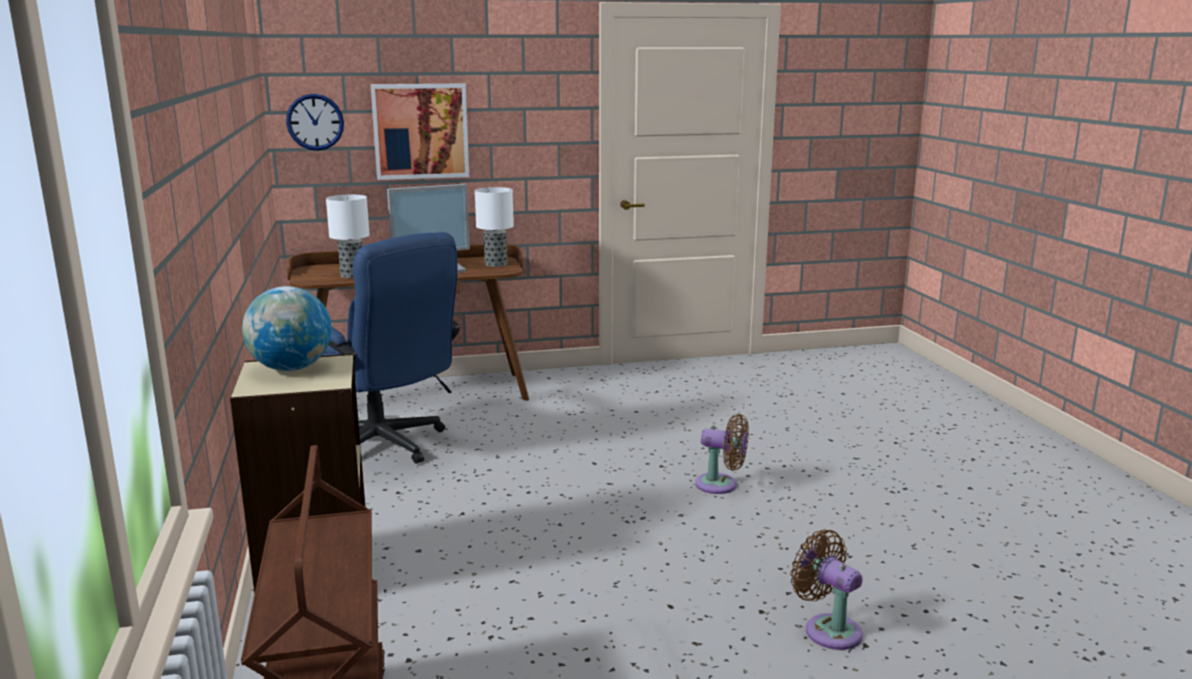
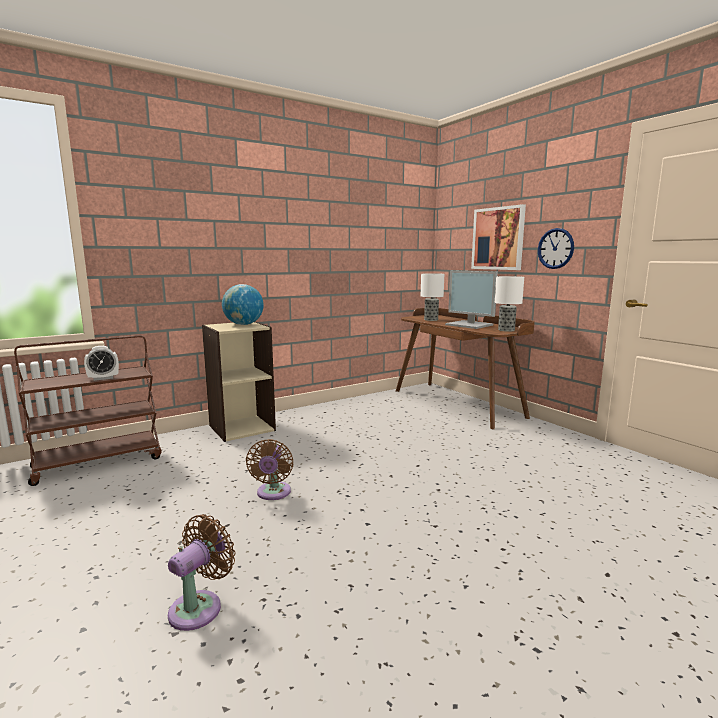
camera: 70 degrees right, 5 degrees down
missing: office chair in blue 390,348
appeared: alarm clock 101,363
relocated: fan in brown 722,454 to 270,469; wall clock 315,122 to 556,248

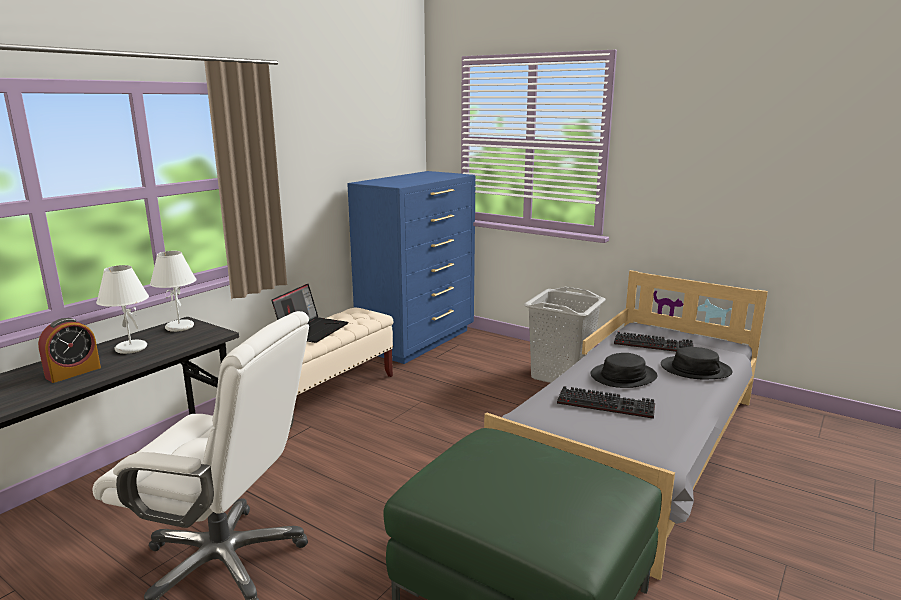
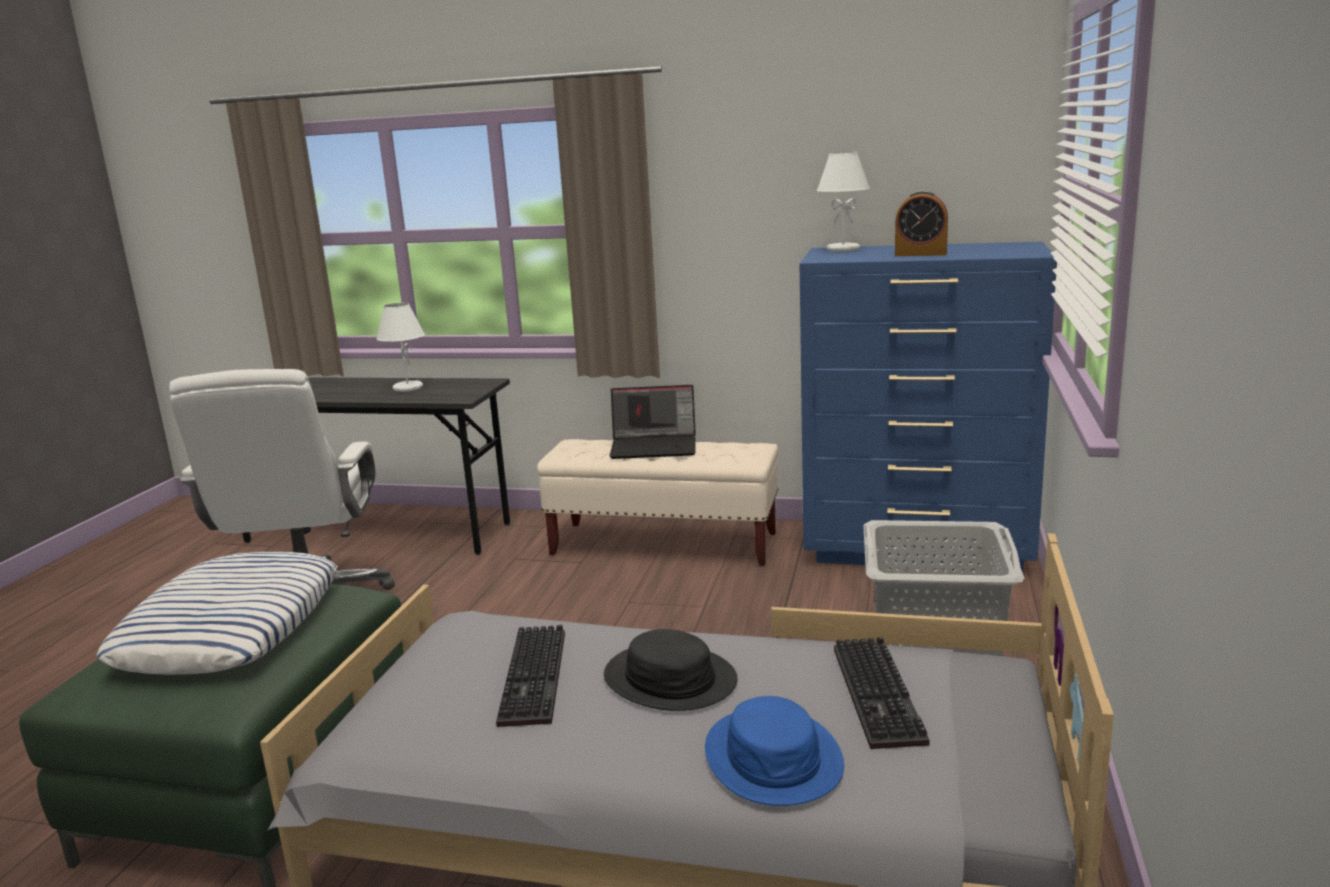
camera: 70 degrees right, 0 degrees up
appeared: pillow 216,613
relocated: table lamp in white 173,291 to 843,202; alarm clock 69,350 to 921,223
colour: hat in black 696,363 to hat in blue 774,751

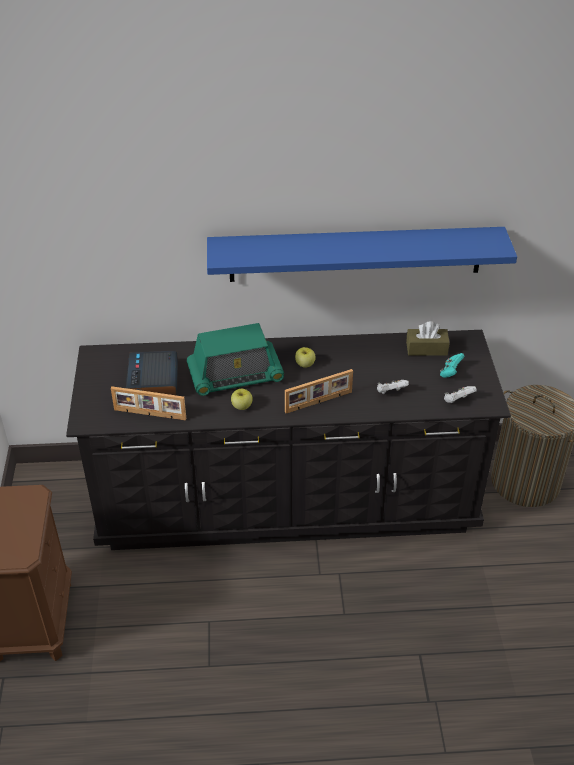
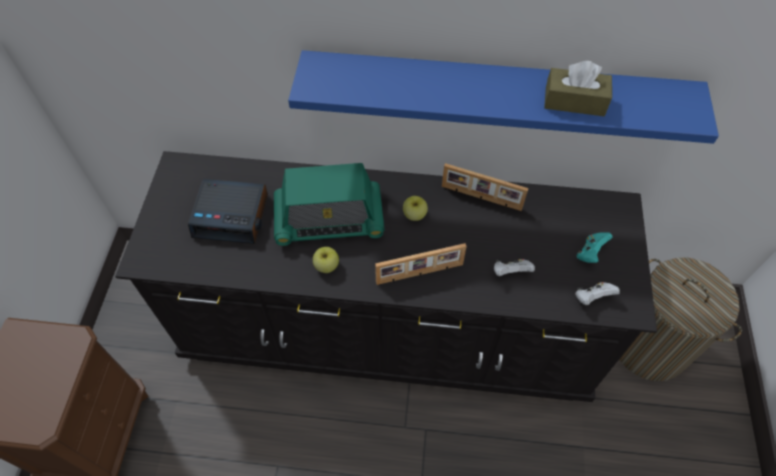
camera: 10 degrees right, 15 degrees up
relocated: picture frame 148,403 to 485,187; tissue box in brown 428,338 to 578,88
spun: alarm clock 152,373 = 228,211 90 degrees counterclockwise

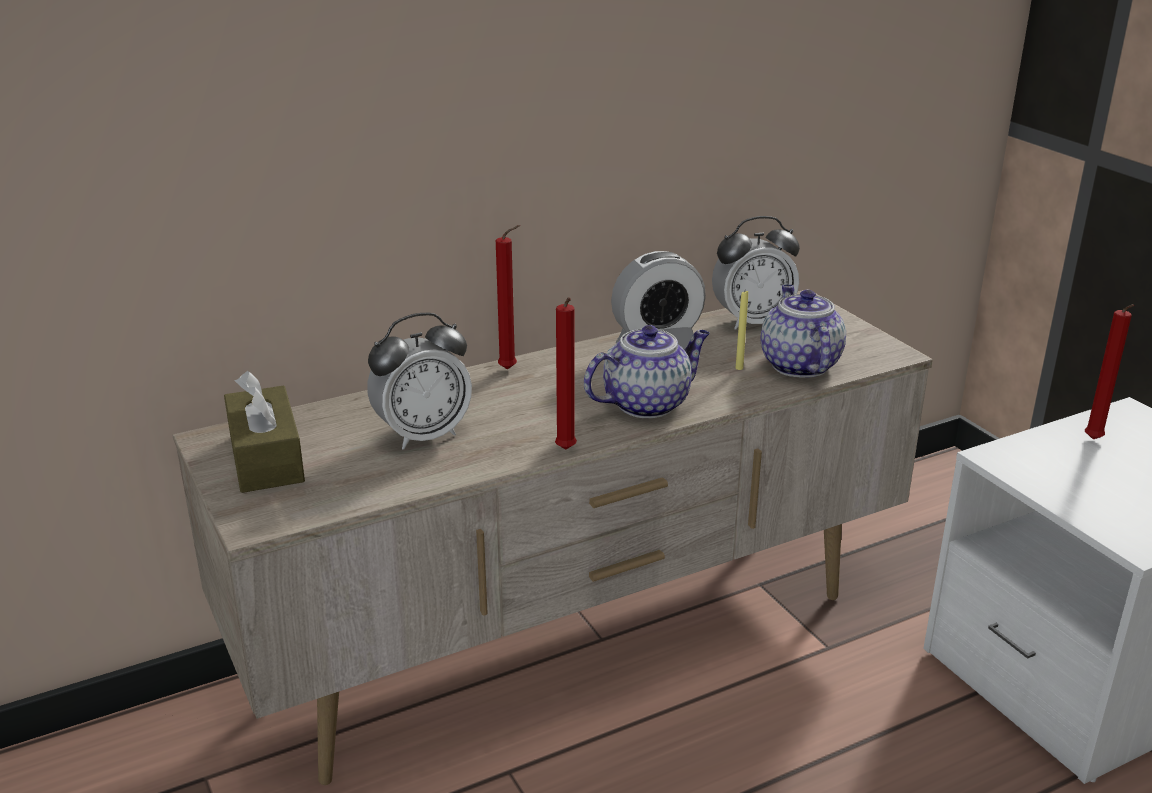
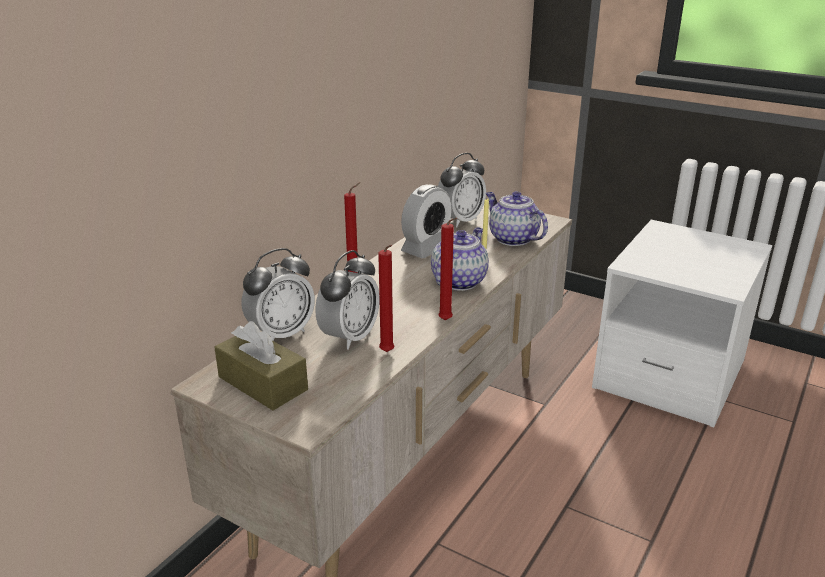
camera: 30 degrees left, 0 degrees up
appeared: alarm clock 278,294
relocated: candle in red 1109,371 to 386,298

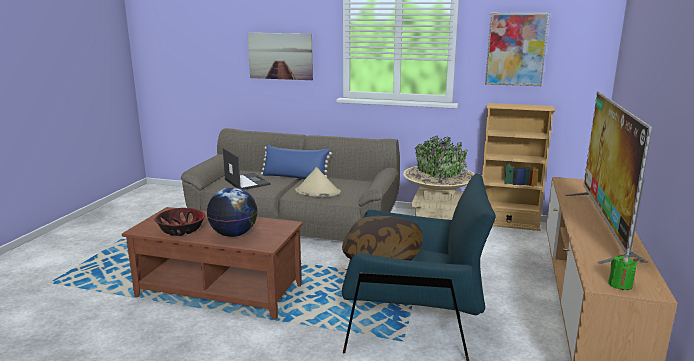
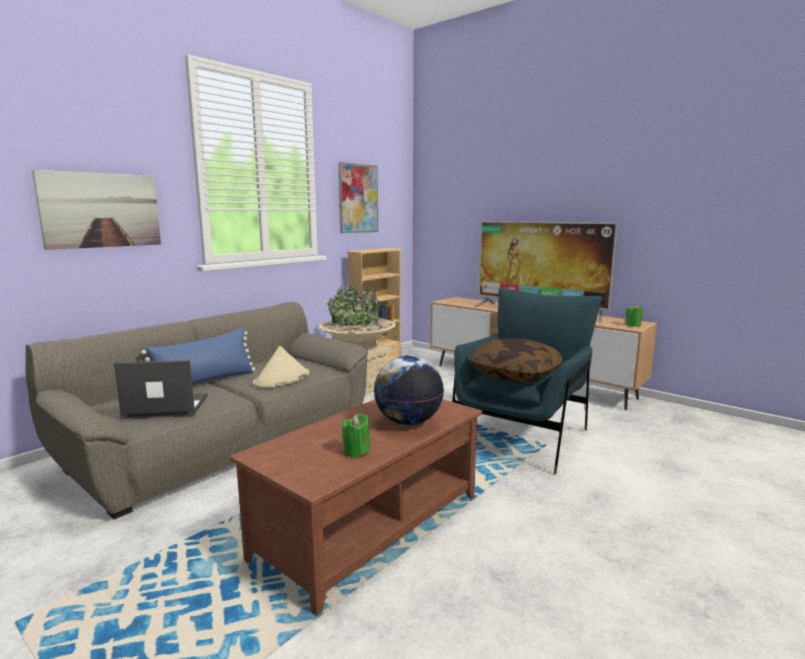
camera: 65 degrees left, 5 degrees down
exchanged: bowl 180,222 to candle in green 356,435

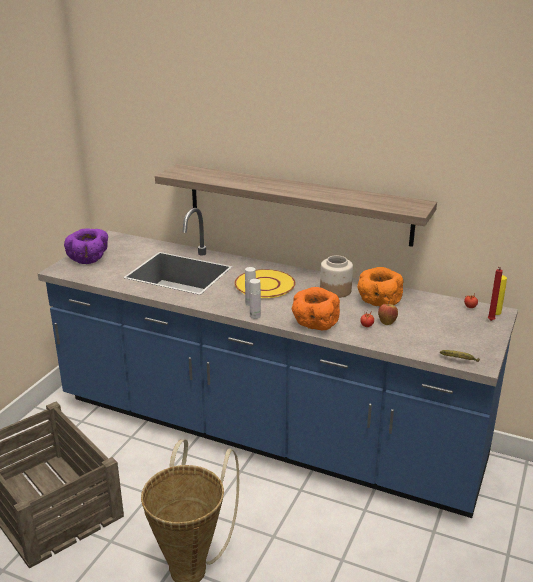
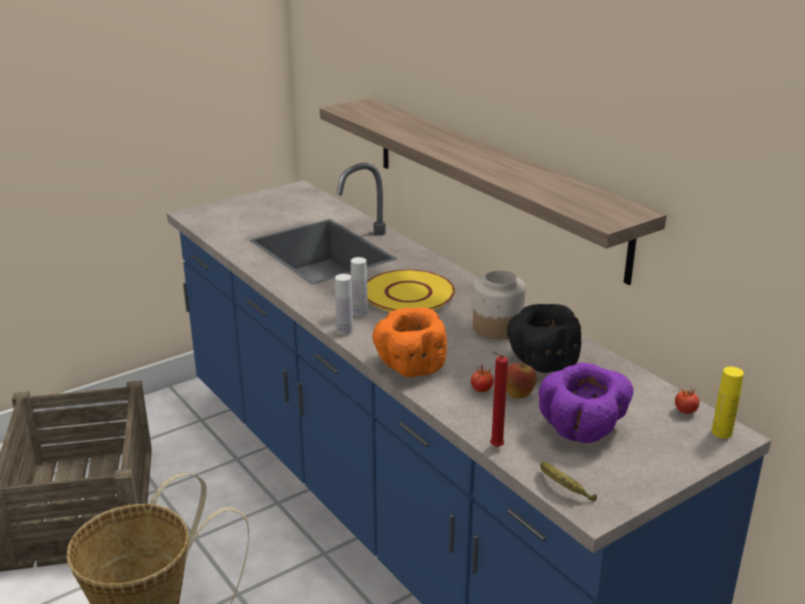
camera: 30 degrees right, 0 degrees up
relocated: candle in red 495,294 to 499,399; bowl in purple 86,246 to 585,403
colour: bowl in orange 380,286 to bowl in black 544,338

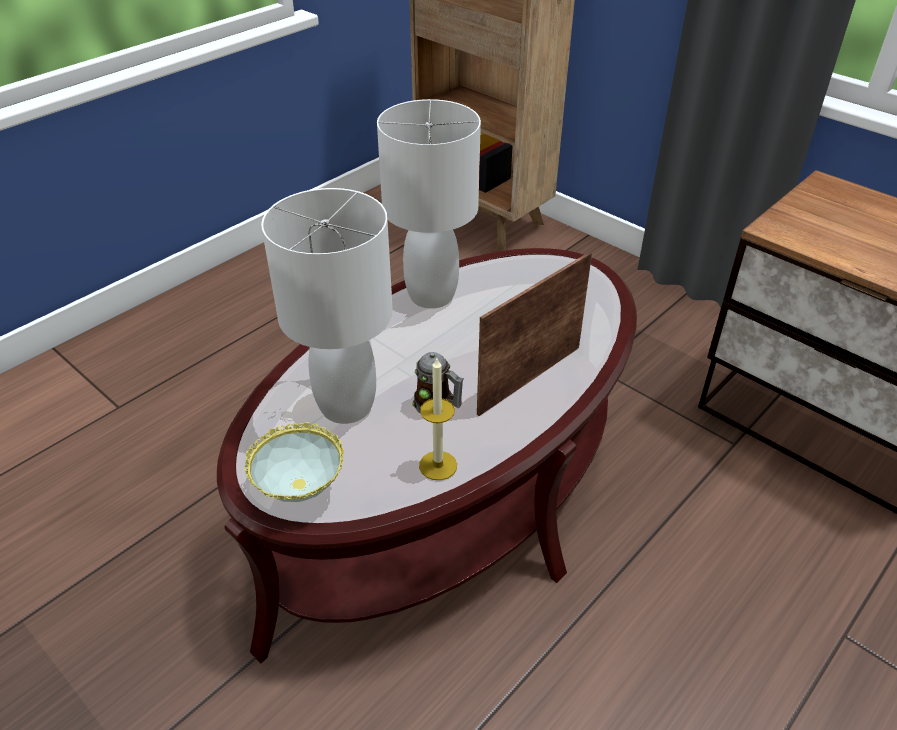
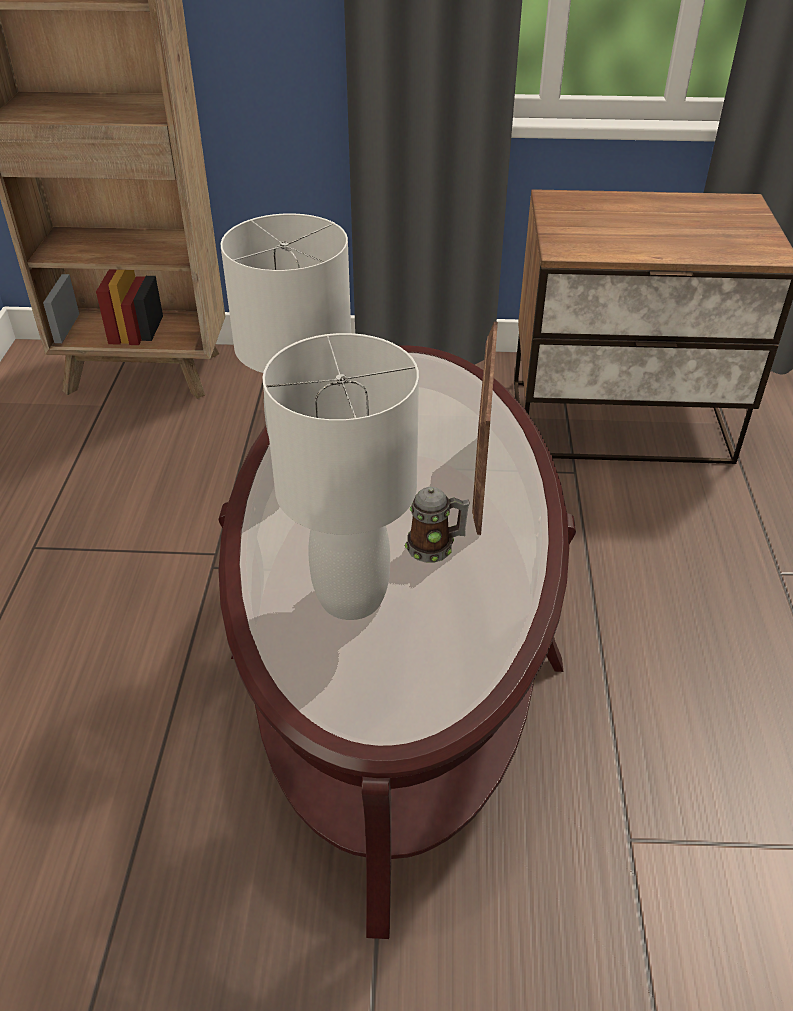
camera: 40 degrees left, 0 degrees up
missing: bowl 294,462; candle 438,419

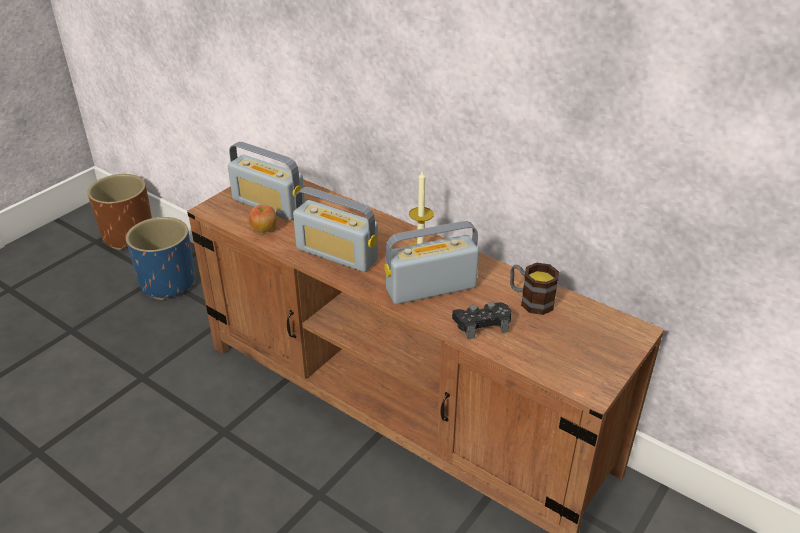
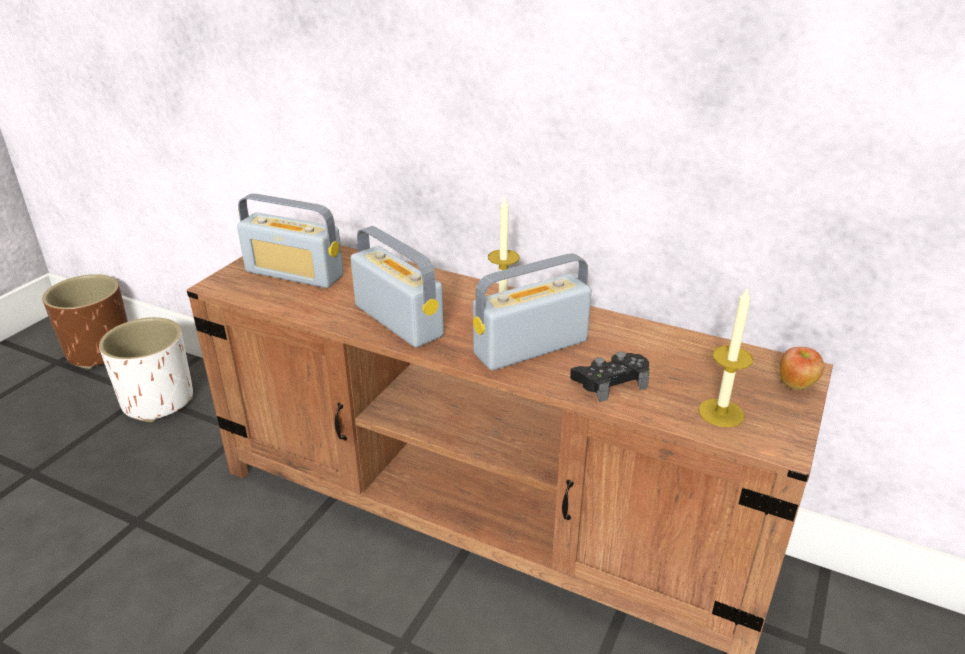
camera: 10 degrees left, 5 degrees down
missing: mug 534,289
appeared: candle 726,357
relocated: apple 263,219 to 801,368
colour: planter in blue 160,258 to planter in white 146,369
spun: radio 335,229 = 397,287 150 degrees counterclockwise

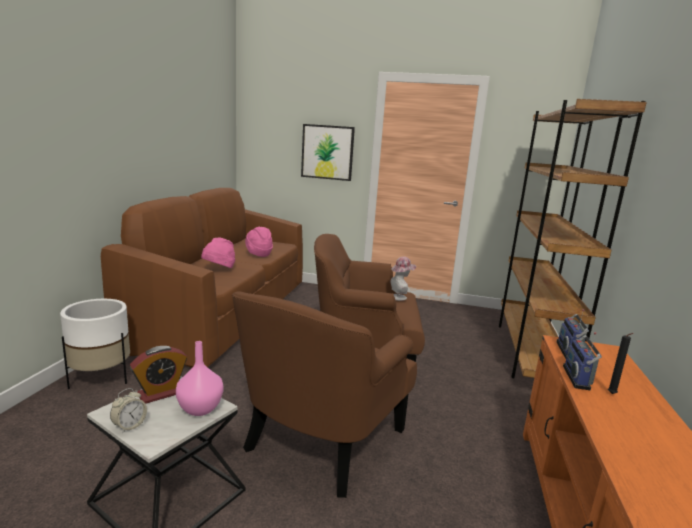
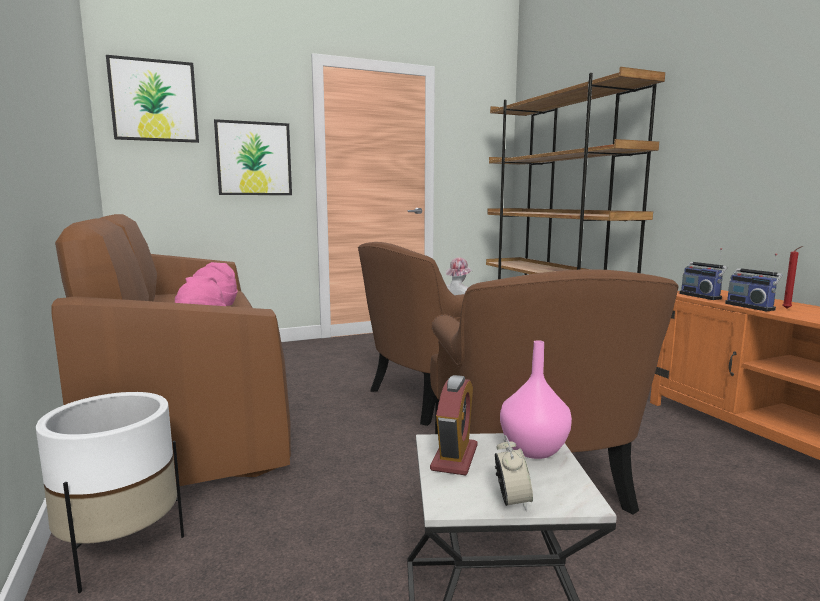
camera: 35 degrees left, 5 degrees down
appeared: picture 152,99
colour: candle in black 620,363 to candle in red 793,277

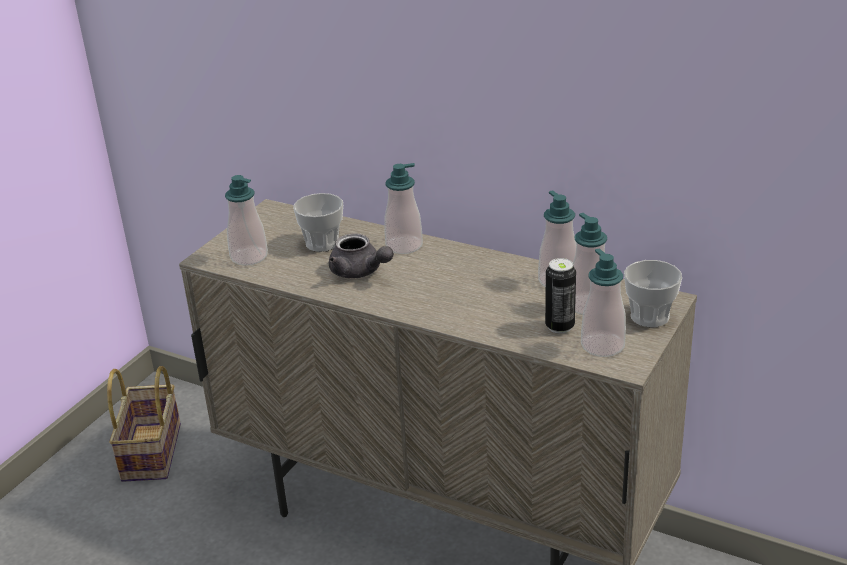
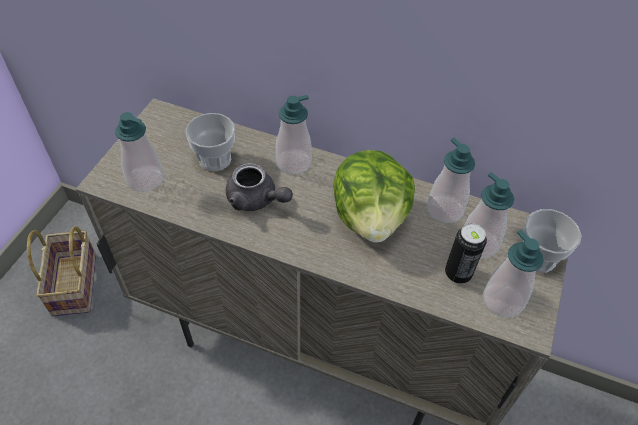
camera: 10 degrees left, 20 degrees up
appeared: lettuce 374,196

